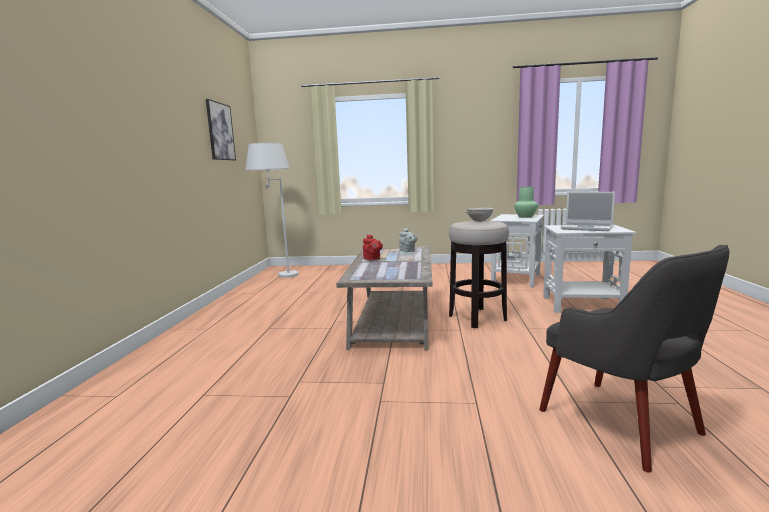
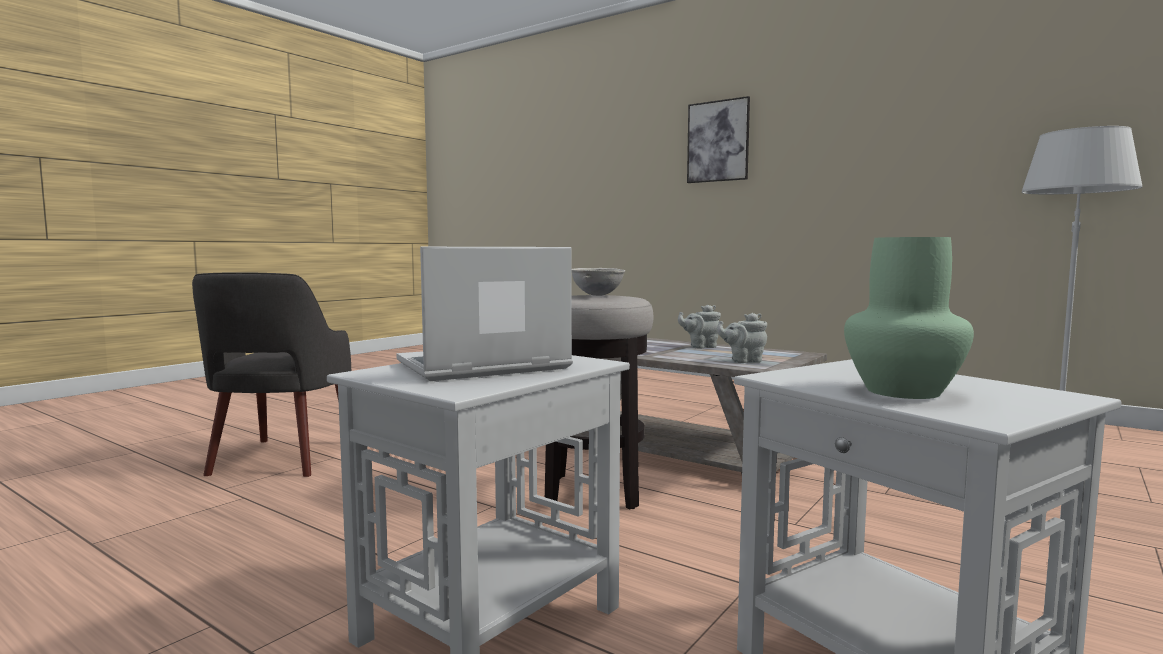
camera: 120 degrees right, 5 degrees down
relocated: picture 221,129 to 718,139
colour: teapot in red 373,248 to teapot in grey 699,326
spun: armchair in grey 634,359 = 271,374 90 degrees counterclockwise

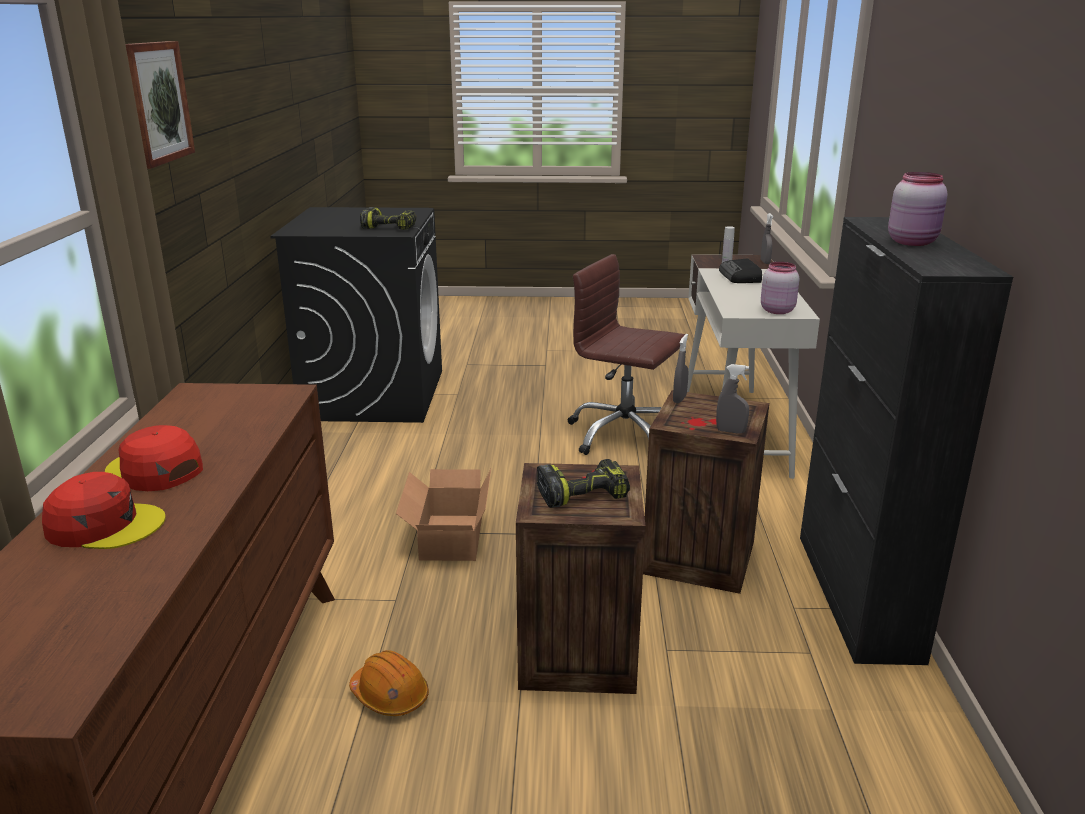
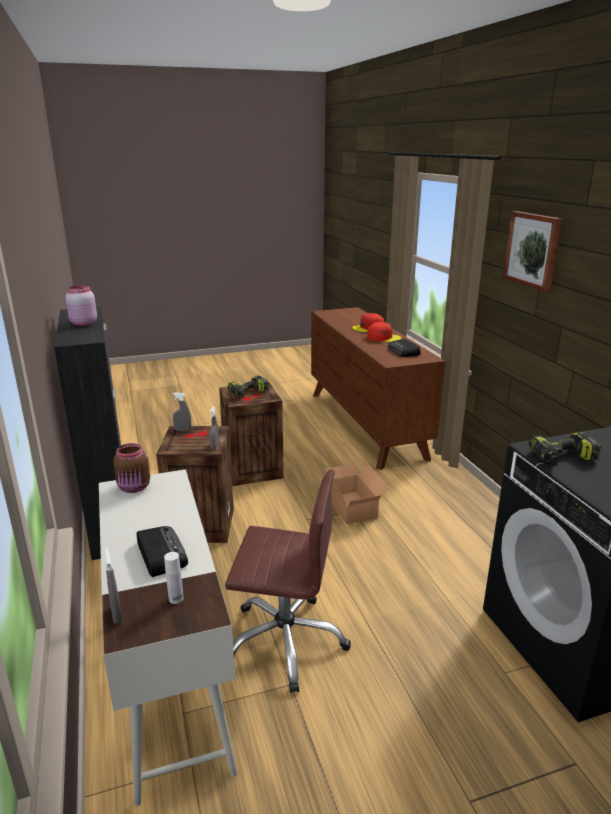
camera: 160 degrees right, 0 degrees up
missing: hard hat in orange 389,683
appeared: radio 404,348
colour: jar in pink 780,288 to jar in brown 131,468

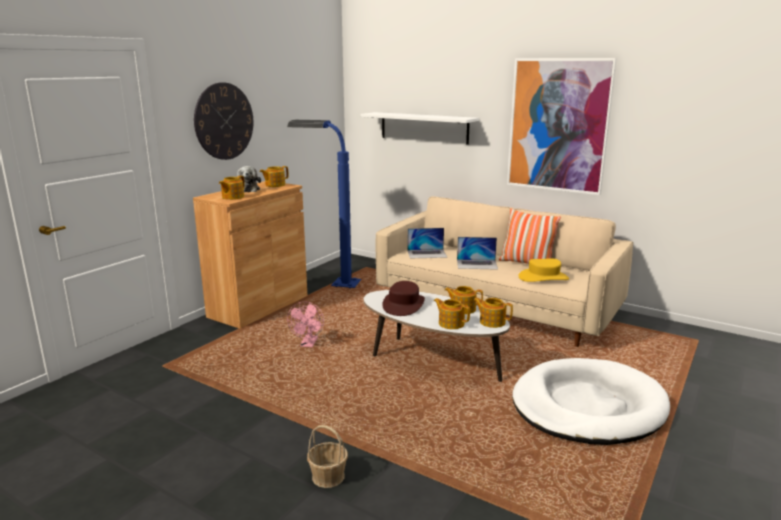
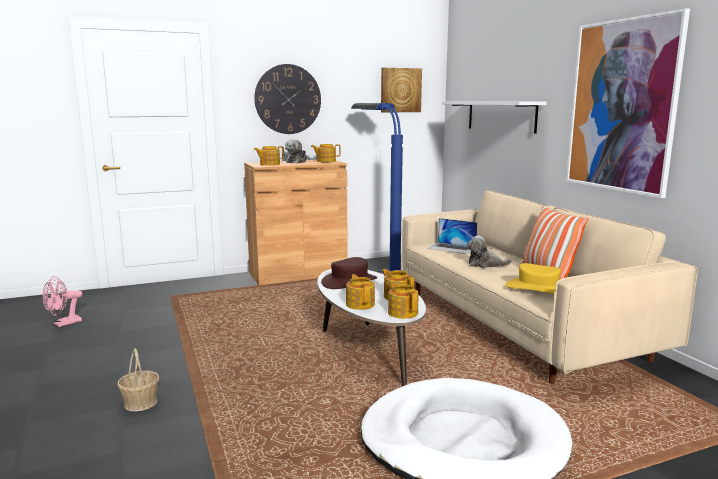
camera: 35 degrees right, 5 degrees down
appeared: picture 401,90
relocated: fan in pink 305,324 to 62,301
exchanged: laptop 477,253 to plush toy 489,251

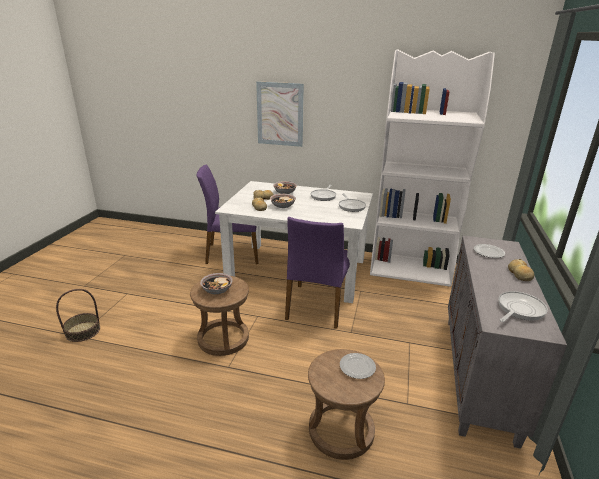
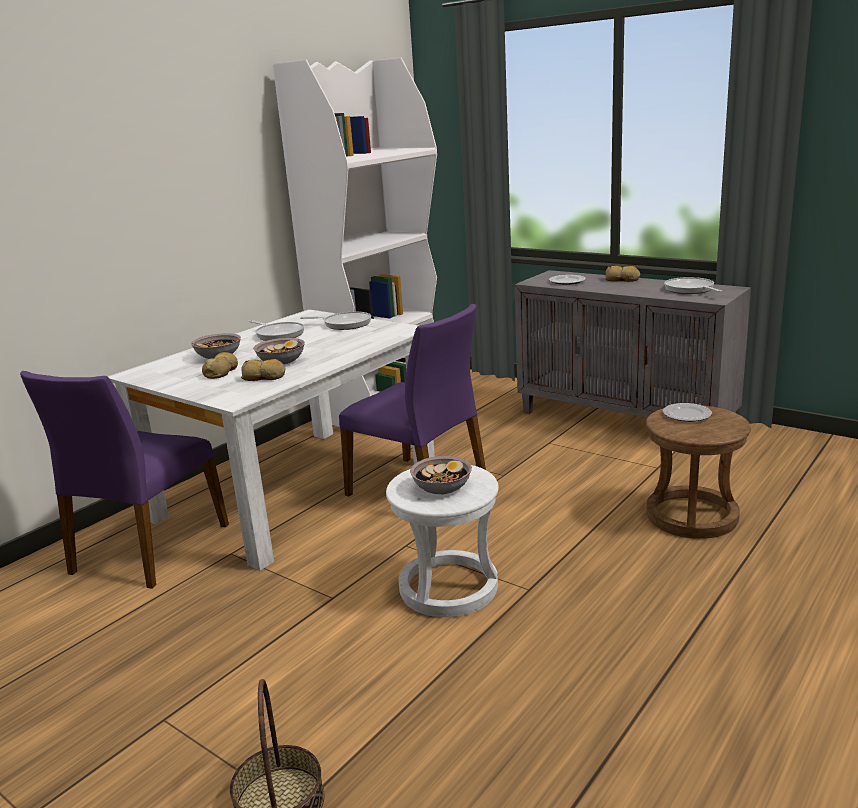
camera: 65 degrees left, 5 degrees down
missing: picture 280,114
colour: stool in brown 219,316 to stool in white 442,541

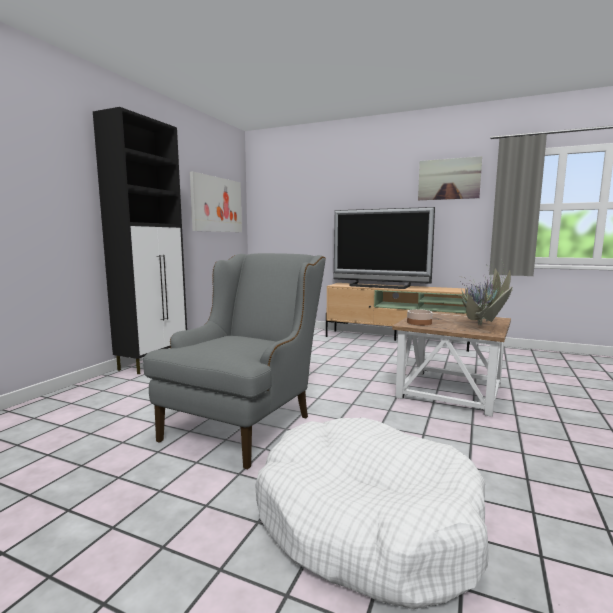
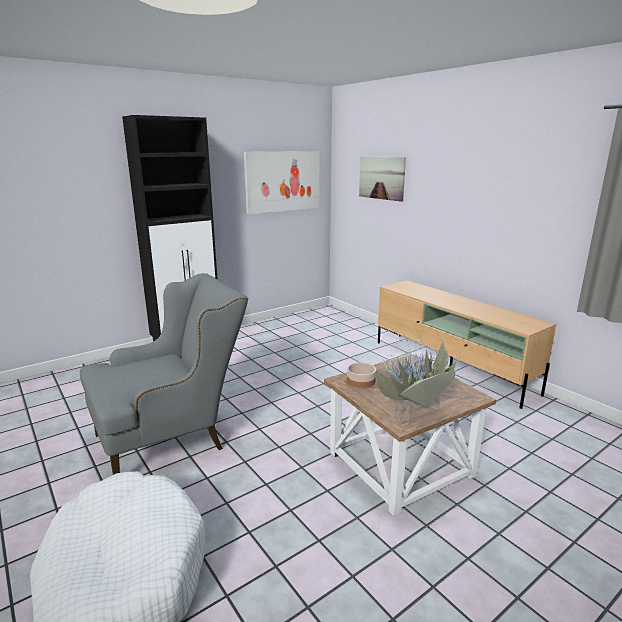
camera: 30 degrees right, 10 degrees up
missing: television 384,248
relocated: picture 450,178 to 382,179

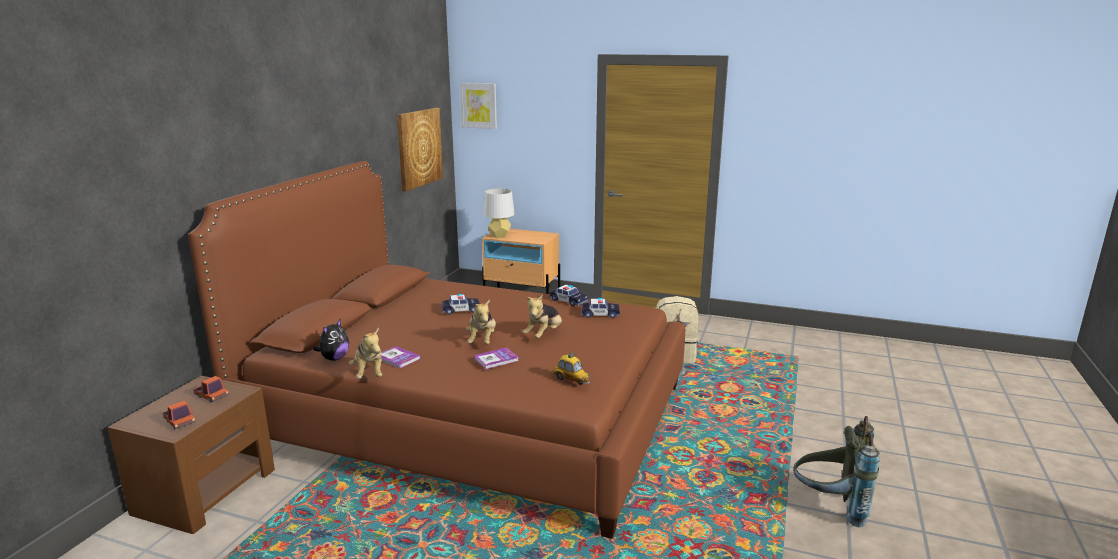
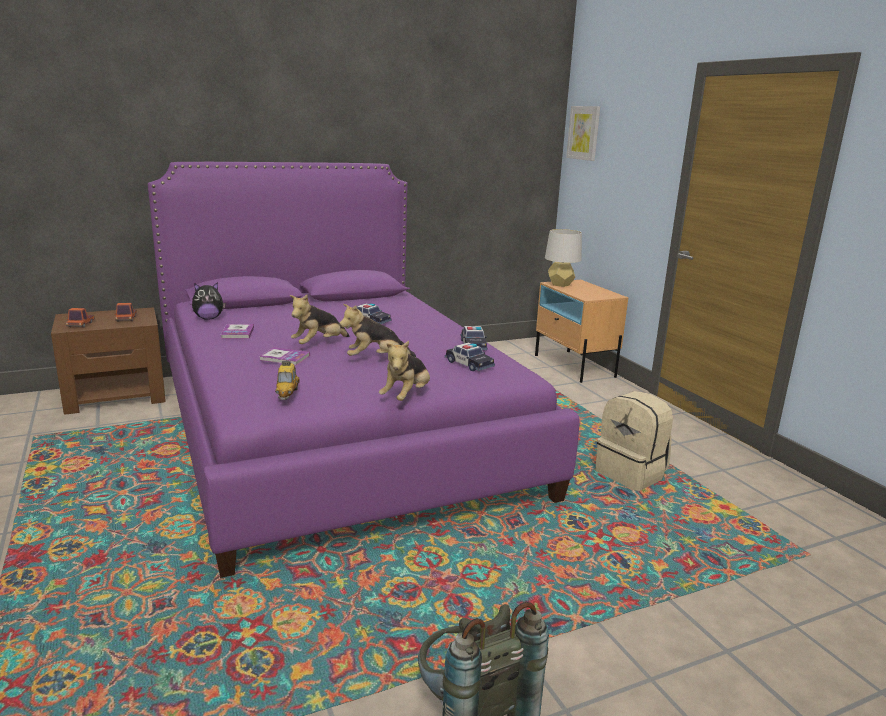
camera: 45 degrees right, 0 degrees up
missing: picture 420,150
relocated: plush toy 366,353 to 404,371
colour: bed in brown 436,350 to bed in purple 364,370

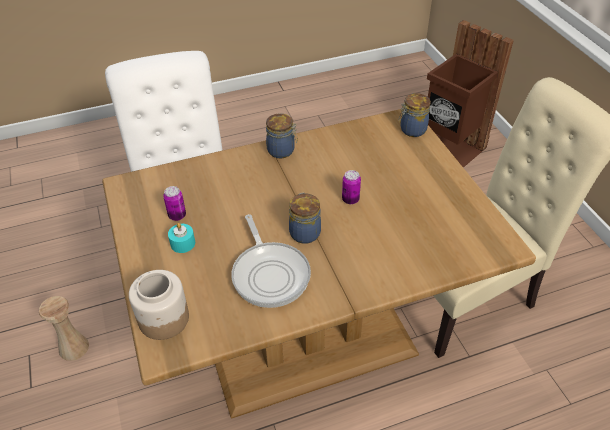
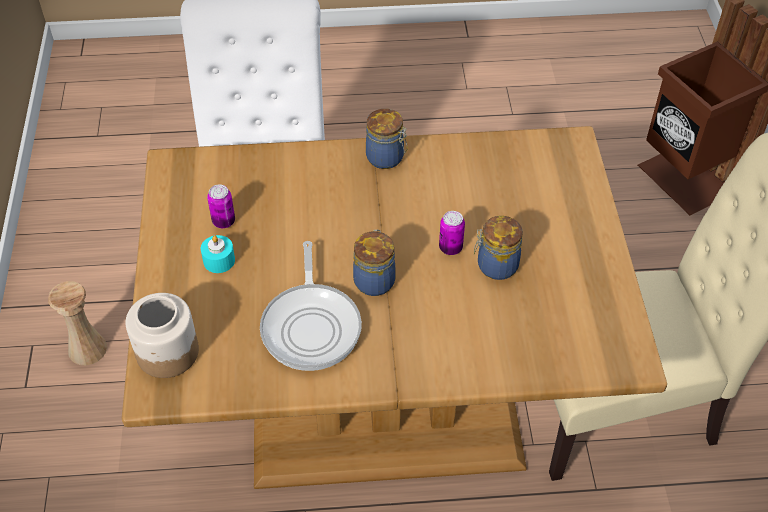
camera: 15 degrees right, 5 degrees up
relocated: jar 415,115 to 498,248

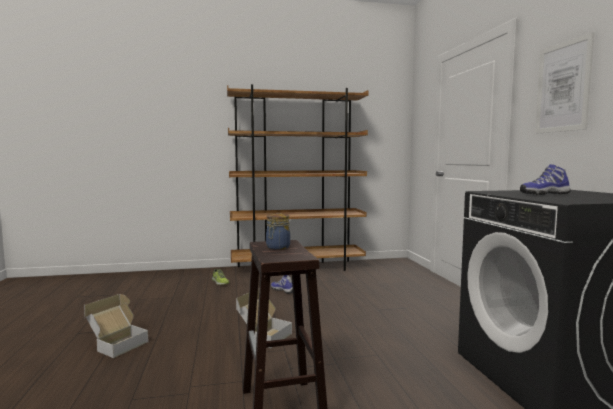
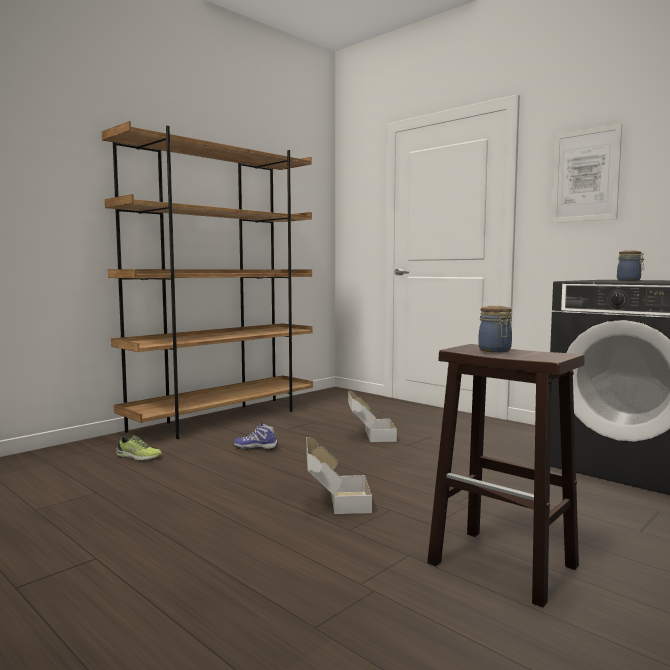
camera: 35 degrees left, 0 degrees up
relocated: cardboard box 116,326 to 372,416
exchanged: shoe 545,179 to jar 630,265

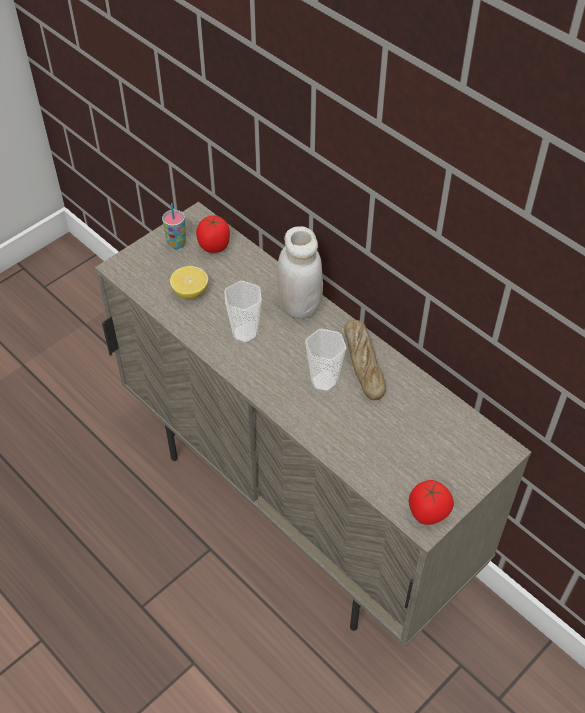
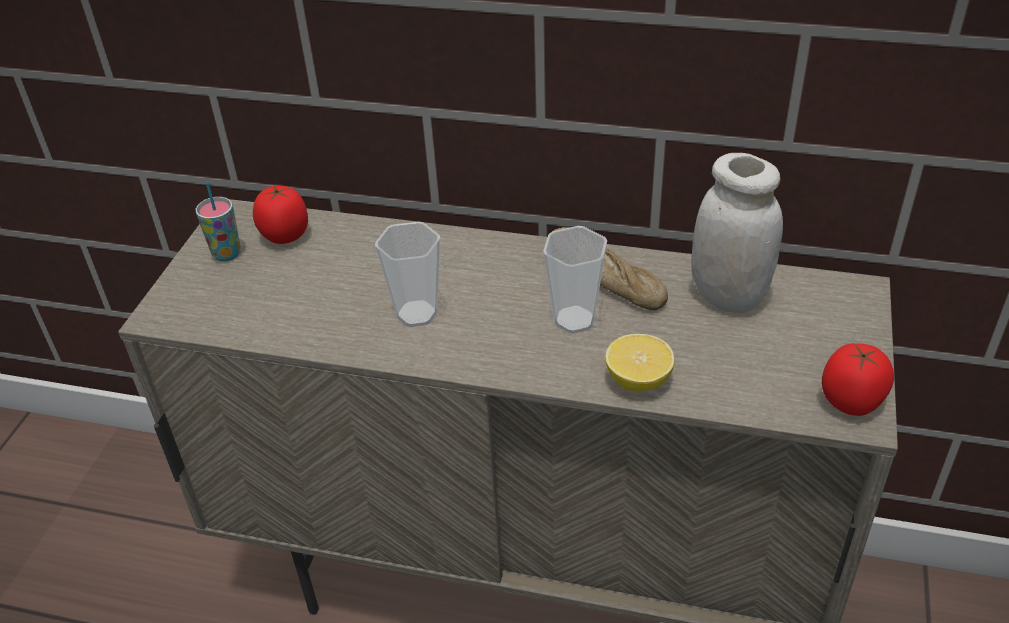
camera: 30 degrees left, 10 degrees down
relocated: lemon 189,282 to 640,362; jar in white 300,272 to 737,233

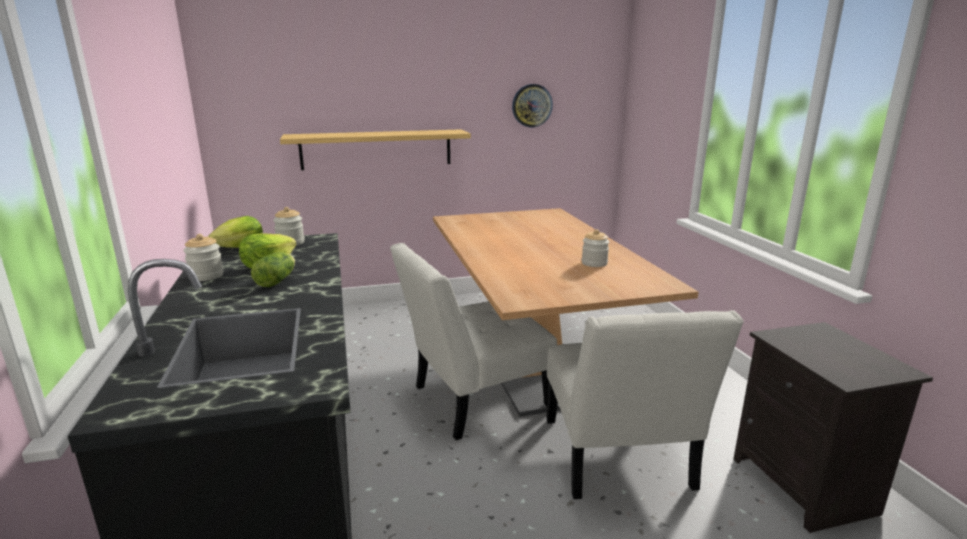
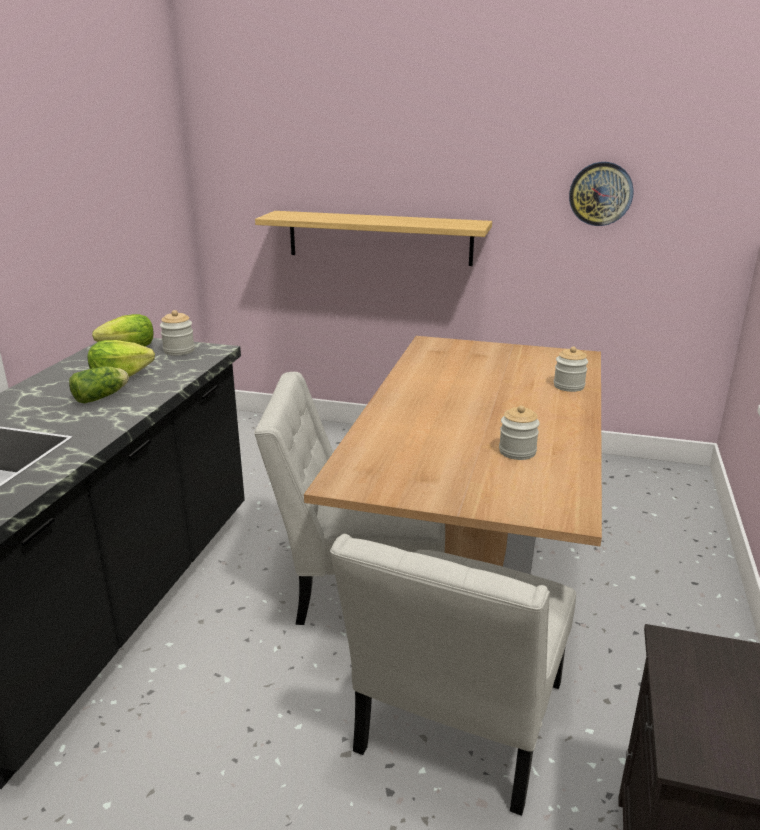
camera: 30 degrees right, 5 degrees up
relocated: jar 203,257 to 571,369

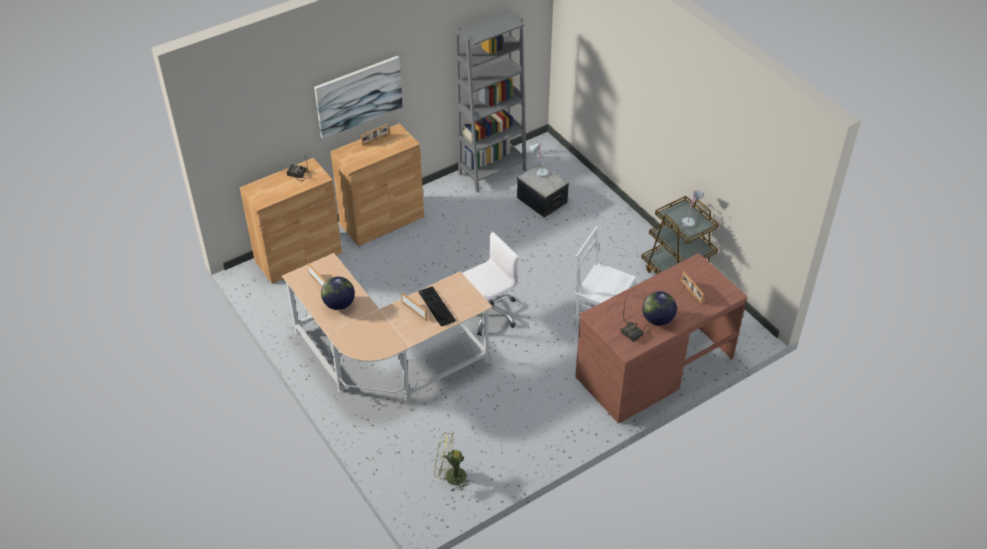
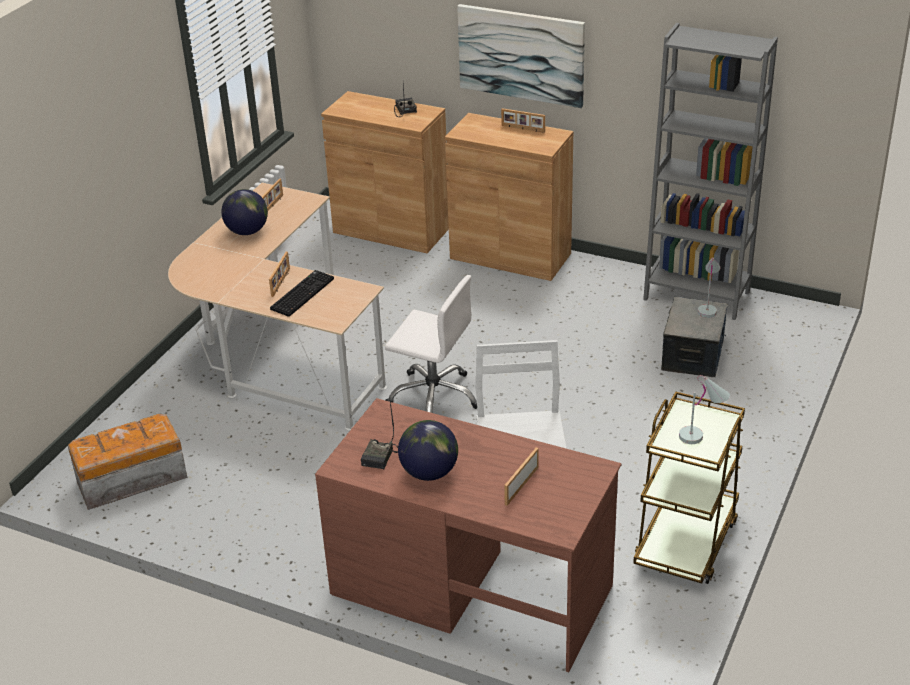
camera: 60 degrees right, 10 degrees down
exchanged: fan in green 454,461 to storage box 127,462

